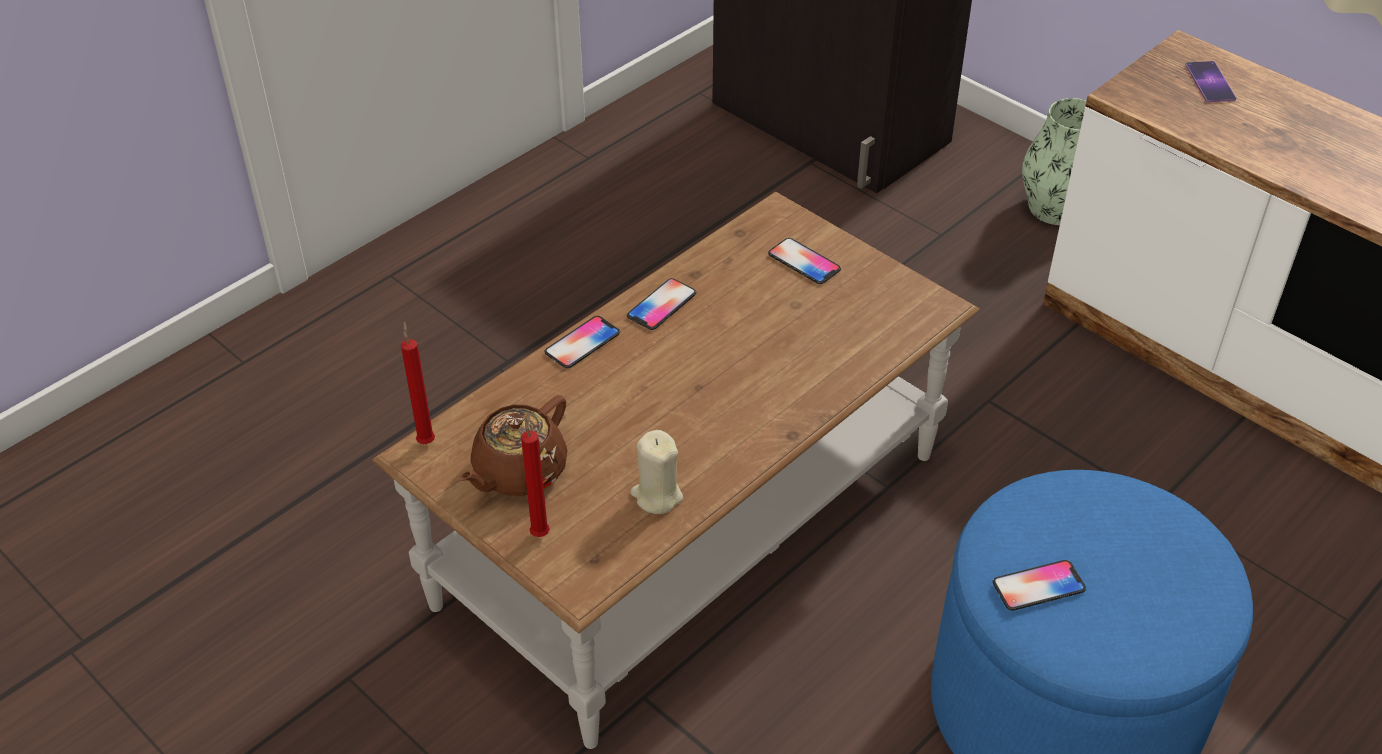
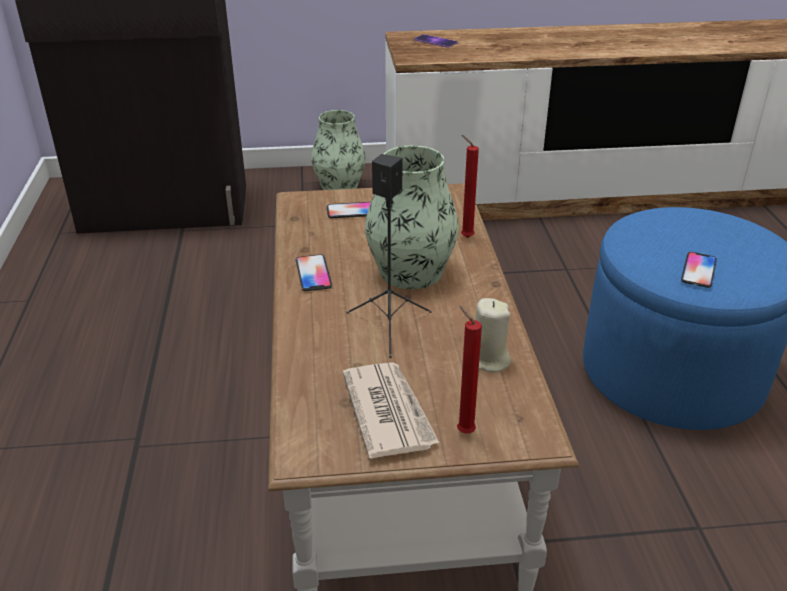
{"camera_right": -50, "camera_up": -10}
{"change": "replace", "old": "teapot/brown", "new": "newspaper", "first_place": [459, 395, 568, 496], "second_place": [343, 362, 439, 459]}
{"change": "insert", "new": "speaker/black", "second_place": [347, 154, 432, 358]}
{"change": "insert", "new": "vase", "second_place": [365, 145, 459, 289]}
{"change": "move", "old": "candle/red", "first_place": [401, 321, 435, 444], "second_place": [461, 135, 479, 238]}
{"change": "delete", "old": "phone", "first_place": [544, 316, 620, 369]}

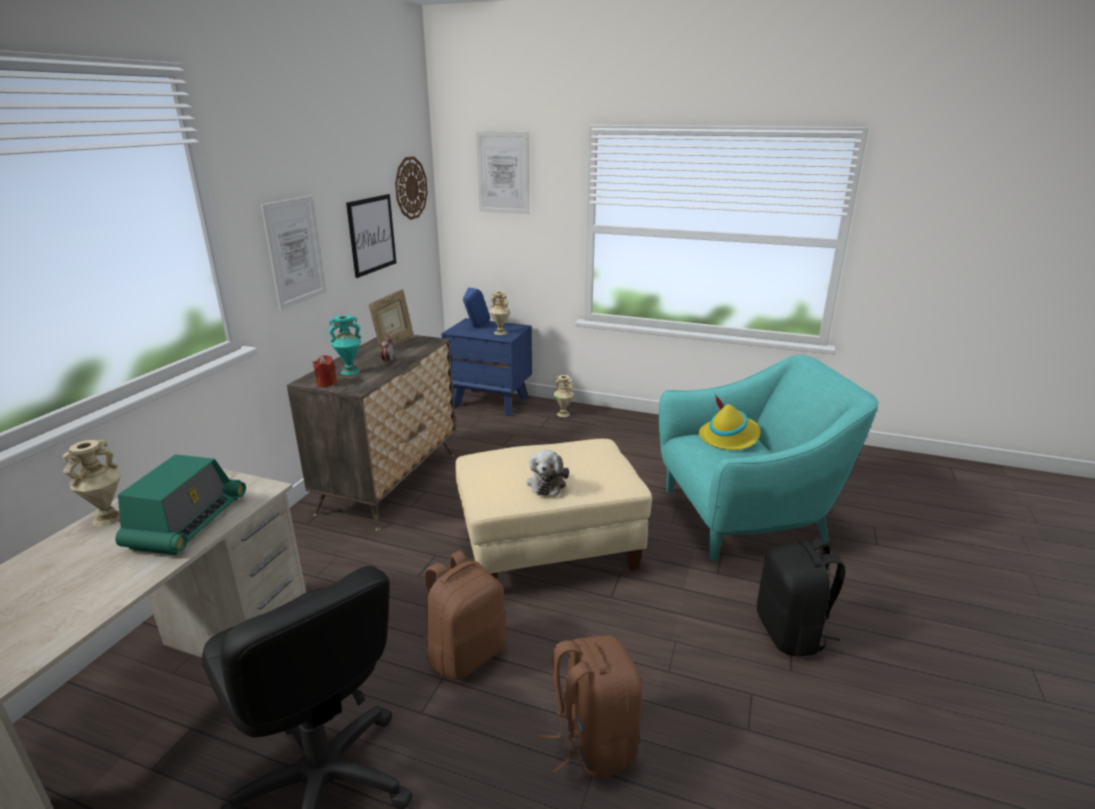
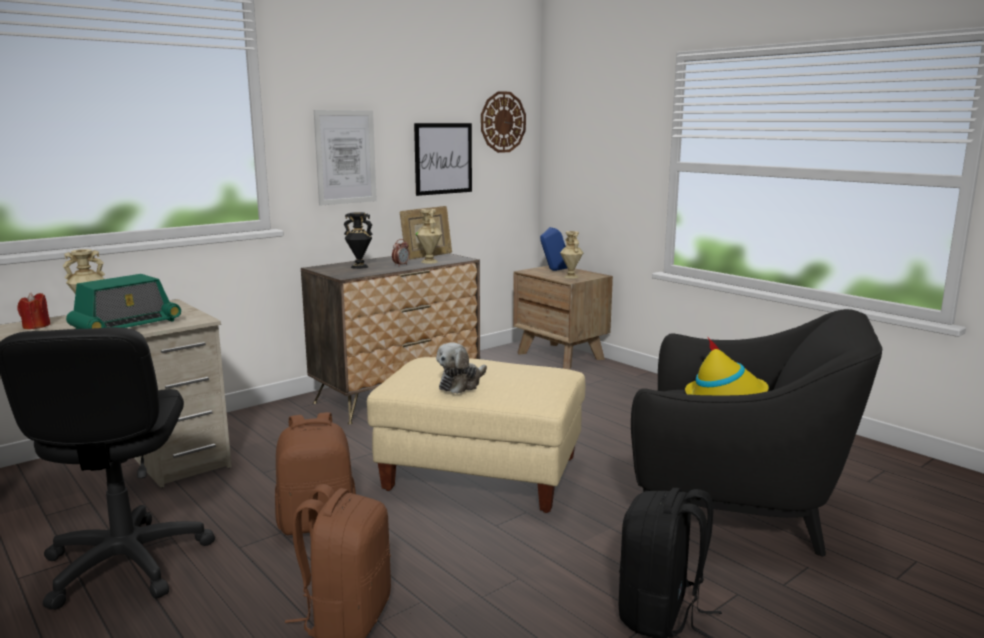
{"camera_right": 30, "camera_up": -10}
{"change": "move", "old": "candle/red", "first_place": [313, 355, 337, 387], "second_place": [17, 293, 50, 329]}
{"change": "recolor", "old": "vase/turquoise", "new": "vase/black", "first_place": [328, 315, 362, 375], "second_place": [343, 212, 372, 269]}
{"change": "move", "old": "vase/beige", "first_place": [553, 375, 574, 417], "second_place": [415, 209, 442, 264]}
{"change": "recolor", "old": "nightstand/blue", "new": "nightstand/brown", "first_place": [441, 318, 532, 416], "second_place": [513, 265, 613, 370]}
{"change": "recolor", "old": "armchair/turquoise", "new": "armchair/black", "first_place": [659, 355, 879, 561], "second_place": [631, 309, 882, 557]}
{"change": "delete", "old": "picture", "first_place": [476, 131, 529, 214]}

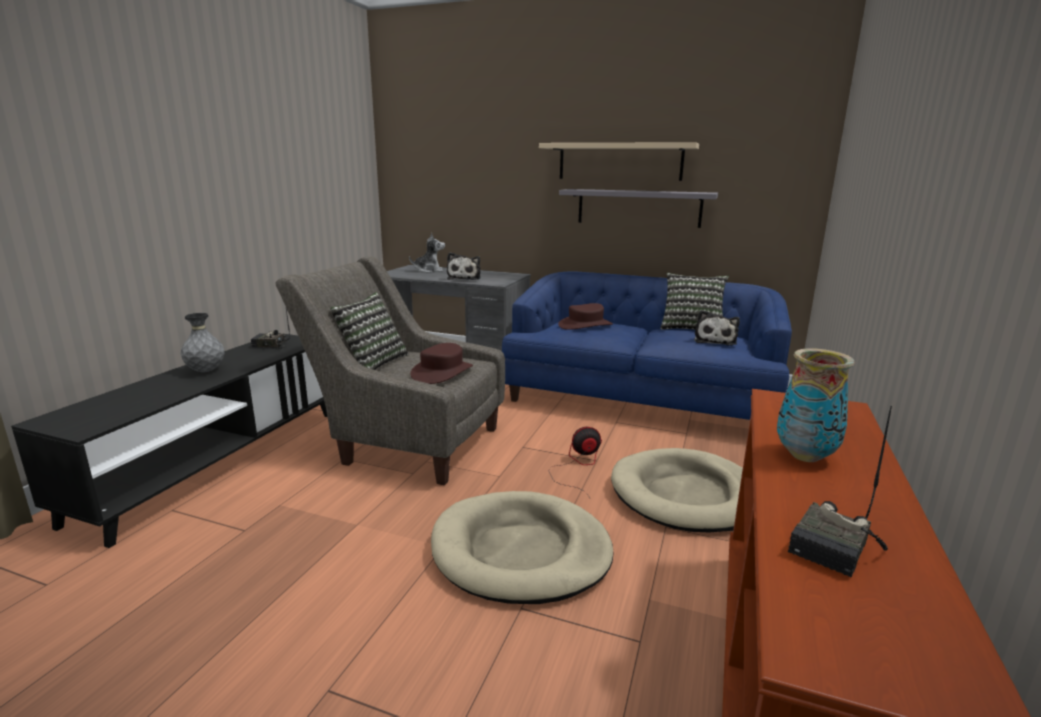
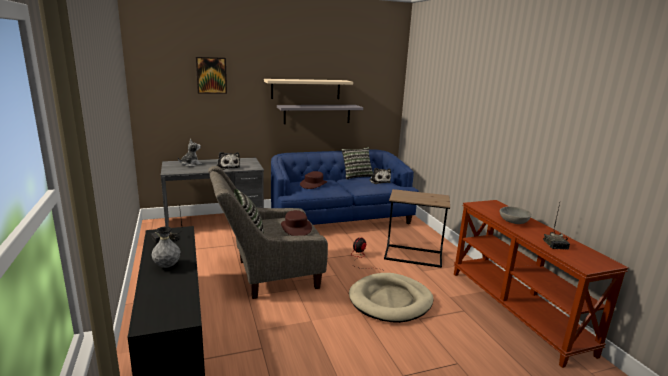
{"camera_right": -40, "camera_up": 0}
{"change": "insert", "new": "picture", "second_place": [196, 57, 227, 94]}
{"change": "replace", "old": "dog bed/beige", "new": "side table/brown", "first_place": [611, 448, 743, 532], "second_place": [384, 189, 450, 268]}
{"change": "replace", "old": "vase", "new": "bowl/grey", "first_place": [777, 348, 855, 462], "second_place": [500, 206, 532, 224]}

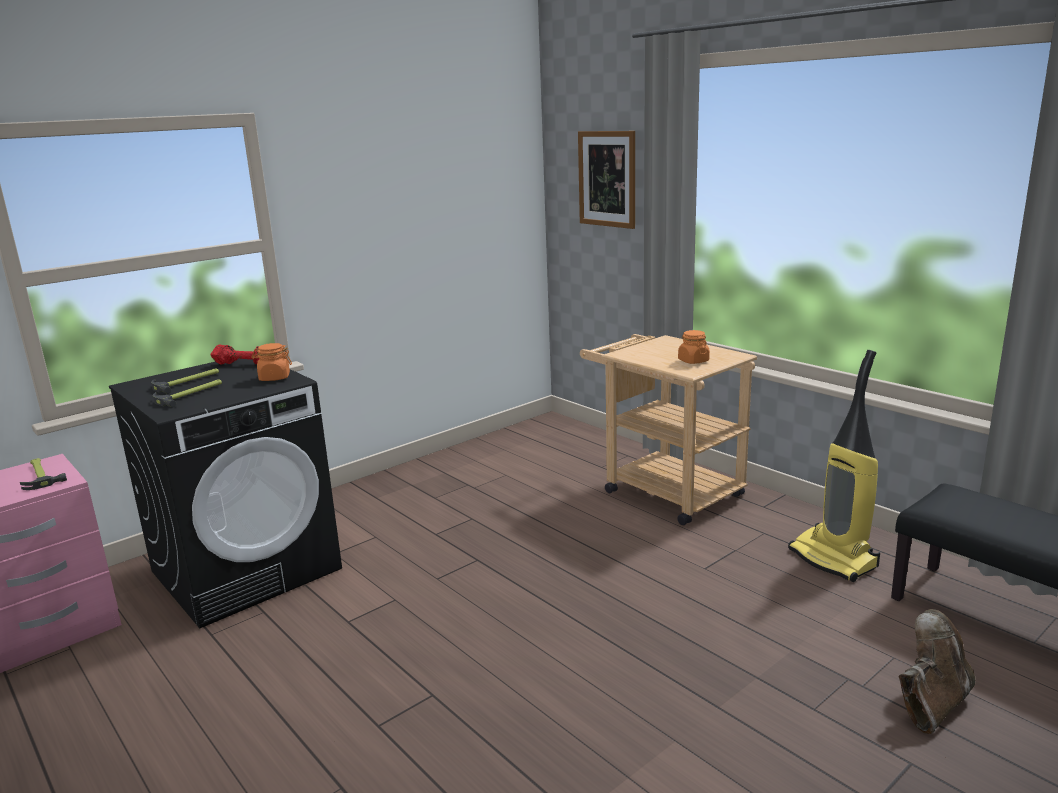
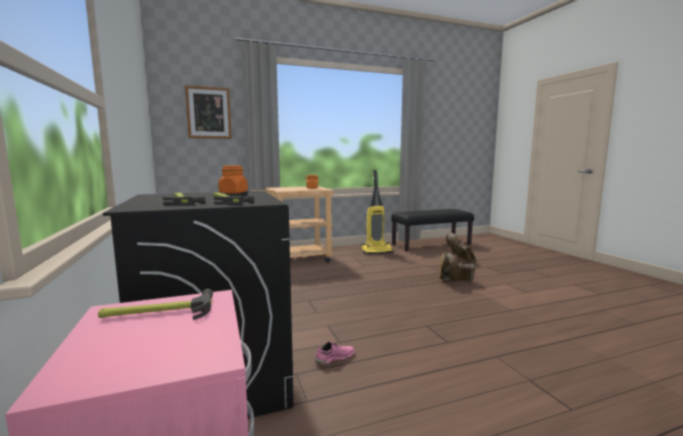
{"camera_right": -70, "camera_up": -10}
{"change": "insert", "new": "shoe/pink", "second_place": [315, 341, 355, 365]}
{"change": "insert", "new": "boot/brown", "second_place": [439, 253, 475, 281]}
{"change": "delete", "old": "dumbbell/red", "first_place": [211, 344, 260, 364]}

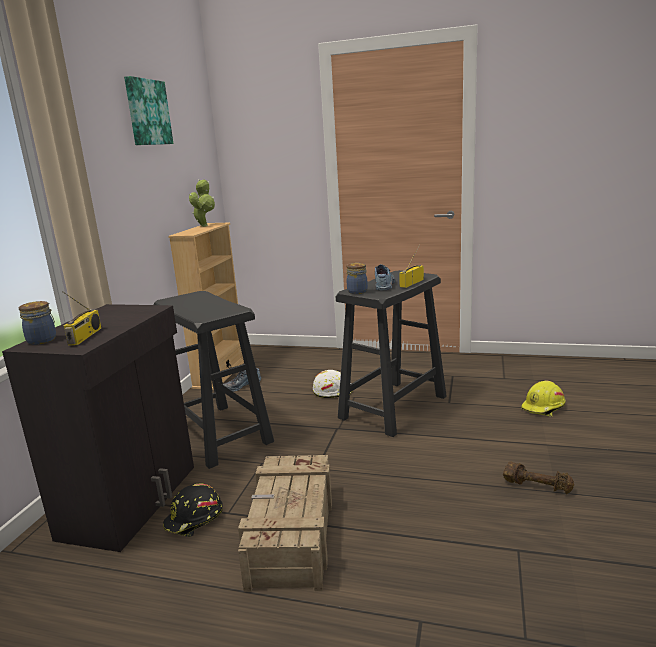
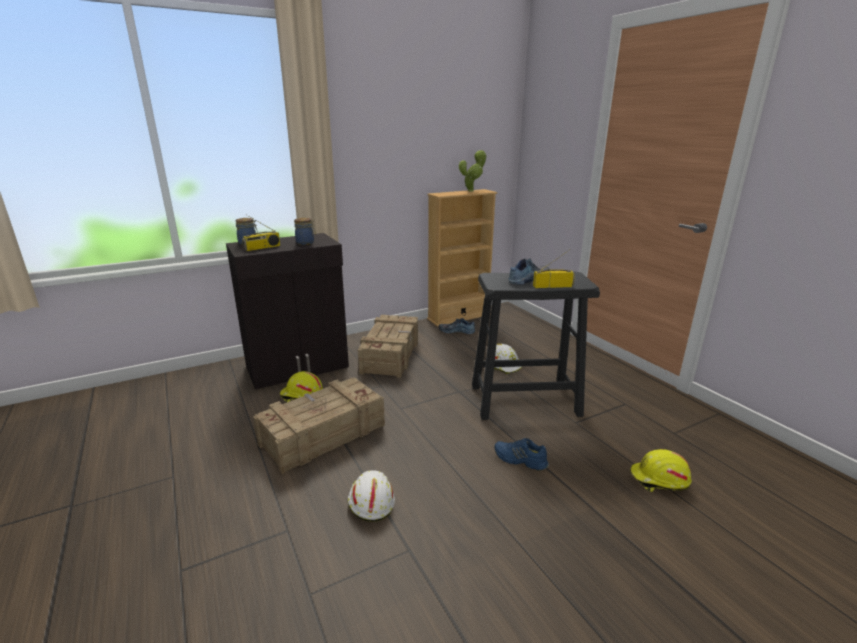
{"camera_right": 45, "camera_up": 5}
{"change": "recolor", "old": "hard hat/black", "new": "hard hat/yellow", "first_place": [163, 483, 223, 537], "second_place": [280, 371, 323, 402]}
{"change": "move", "old": "jar", "first_place": [347, 263, 368, 294], "second_place": [294, 218, 316, 245]}
{"change": "insert", "new": "hard hat/white", "second_place": [348, 470, 395, 522]}
{"change": "replace", "old": "stool/black", "new": "crate", "first_place": [153, 291, 274, 469], "second_place": [358, 315, 418, 378]}
{"change": "insert", "new": "shoe/blue", "second_place": [494, 438, 549, 471]}
{"change": "delete", "old": "picture", "first_place": [124, 76, 173, 145]}
{"change": "delete", "old": "dumbbell/brown", "first_place": [503, 461, 574, 494]}

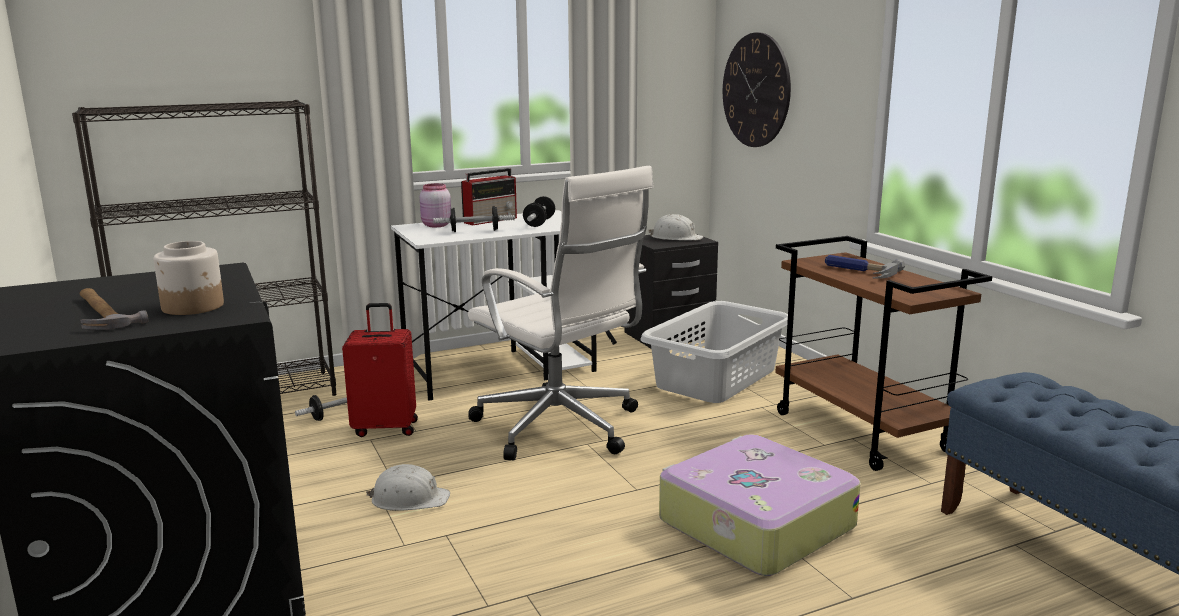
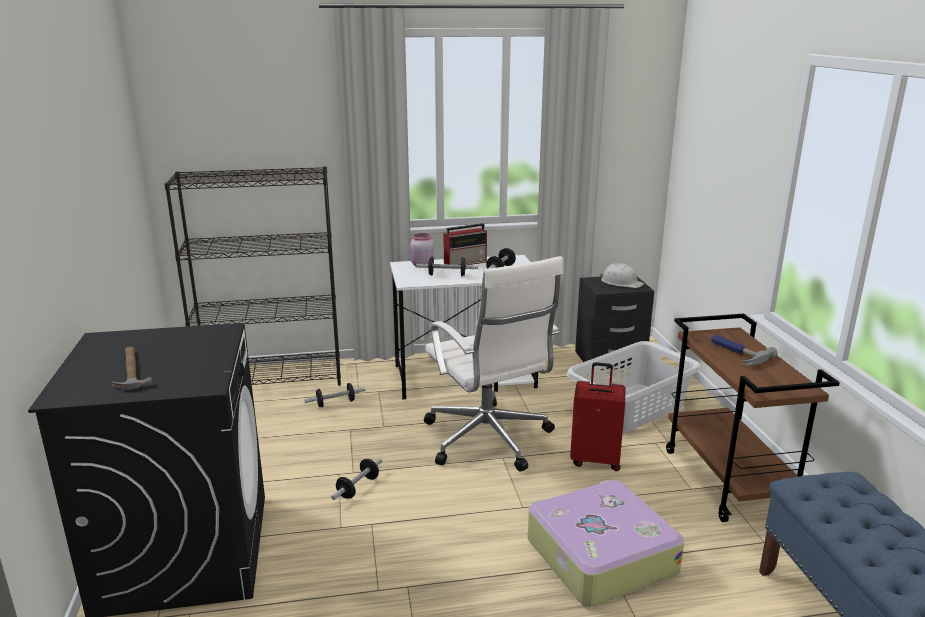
{"camera_right": 15, "camera_up": 5}
{"change": "replace", "old": "hard hat/white", "new": "dumbbell", "first_place": [366, 464, 450, 511], "second_place": [331, 458, 382, 500]}
{"change": "move", "old": "suitcase/red", "first_place": [342, 303, 418, 437], "second_place": [570, 362, 626, 471]}
{"change": "delete", "old": "jar", "first_place": [153, 241, 224, 315]}
{"change": "delete", "old": "wall clock", "first_place": [723, 32, 791, 147]}

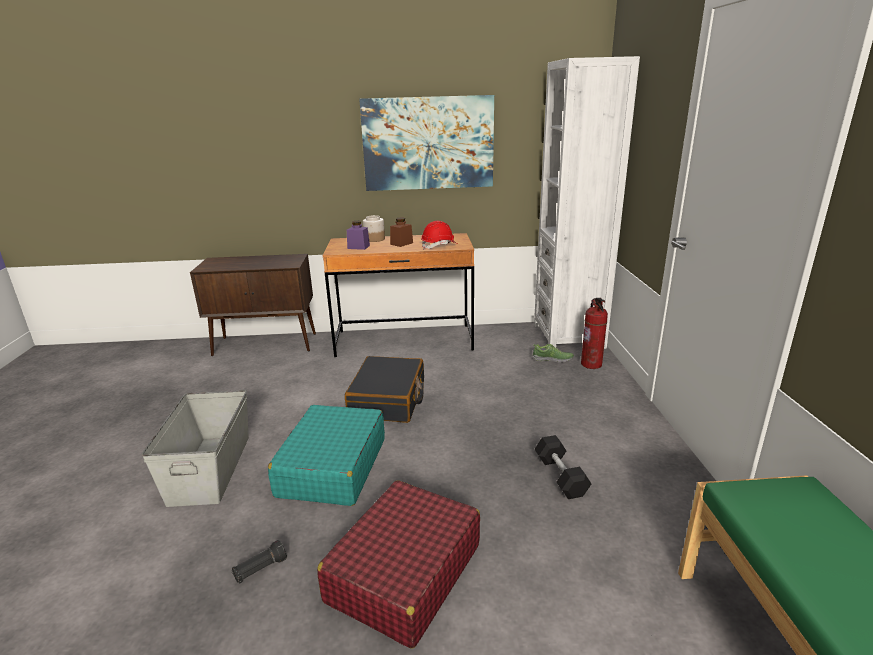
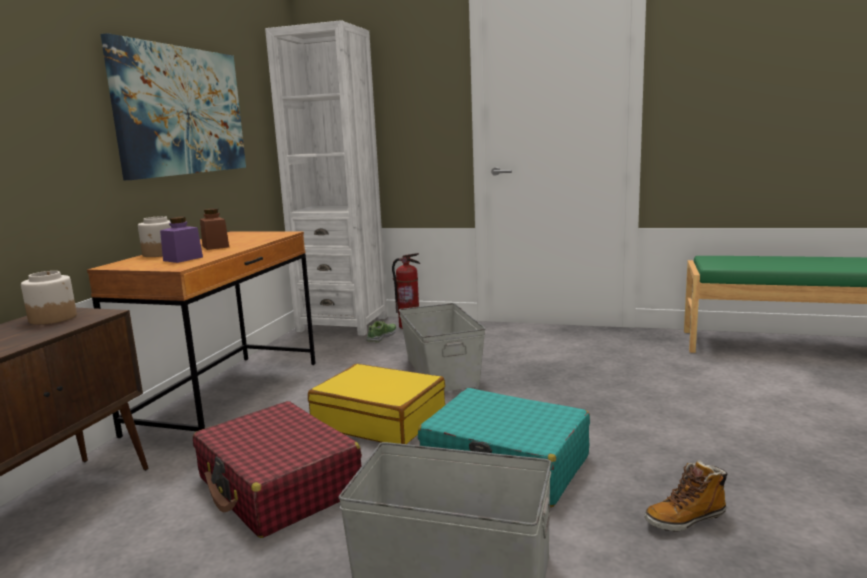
{"camera_right": -70, "camera_up": -10}
{"change": "insert", "new": "jar", "second_place": [21, 271, 77, 325]}
{"change": "move", "old": "suitcase/red", "first_place": [317, 480, 480, 649], "second_place": [193, 401, 362, 538]}
{"change": "recolor", "old": "suitcase/black", "new": "suitcase/yellow", "first_place": [345, 356, 424, 423], "second_place": [308, 364, 445, 444]}
{"change": "insert", "new": "storage box/grey", "second_place": [399, 303, 486, 392]}
{"change": "replace", "old": "flashlight/black", "new": "boot", "first_place": [232, 540, 287, 584], "second_place": [644, 460, 727, 532]}
{"change": "delete", "old": "hard hat/red", "first_place": [421, 221, 457, 249]}
{"change": "delete", "old": "dumbbell/black", "first_place": [535, 435, 591, 499]}

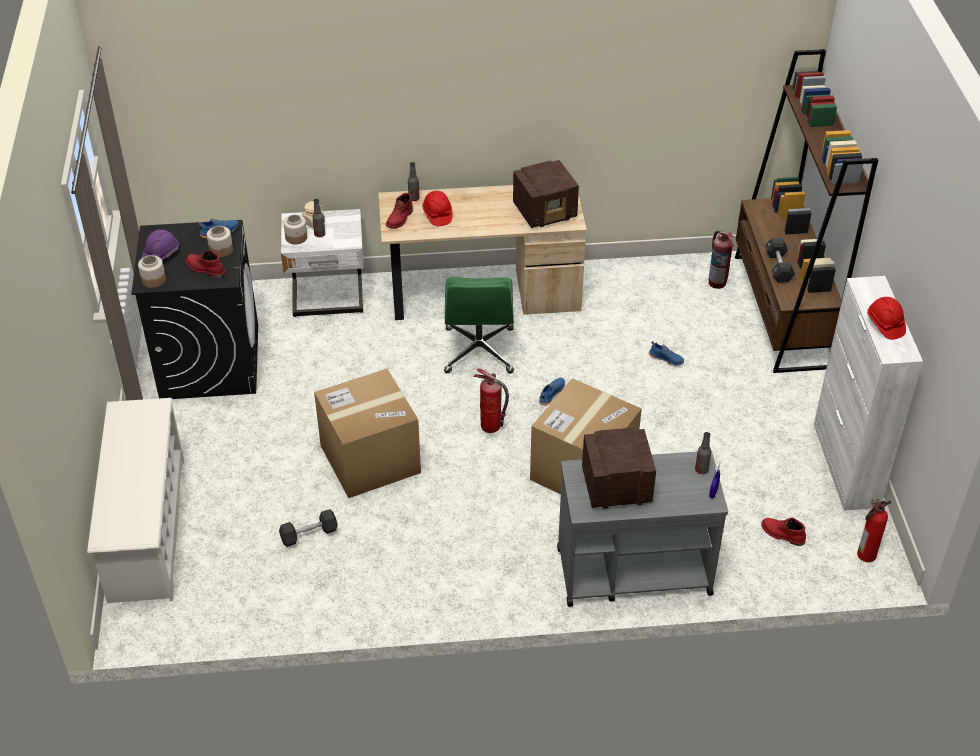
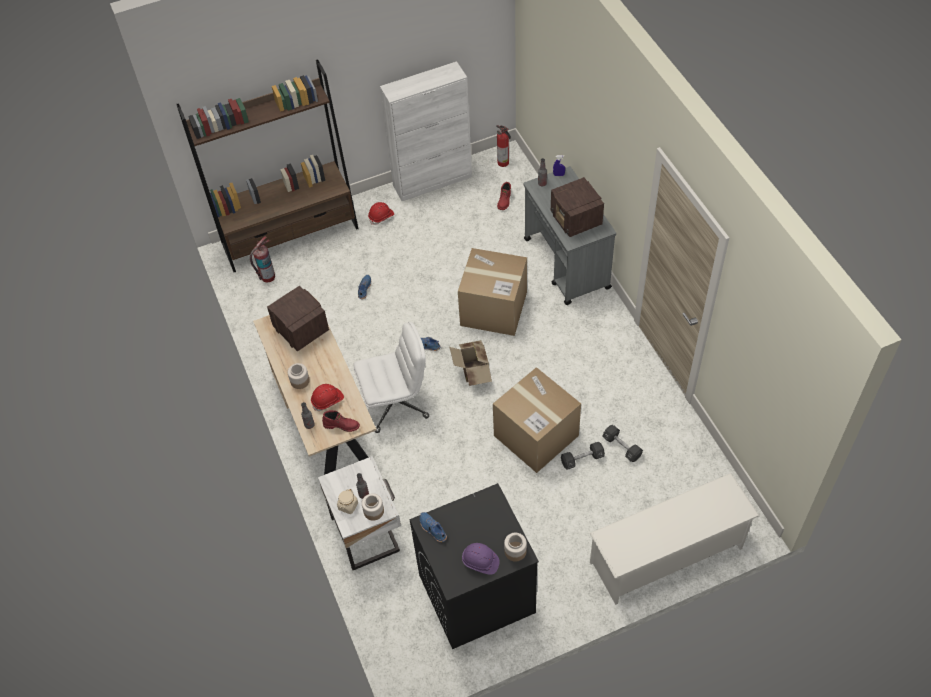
{"camera_right": -105, "camera_up": 10}
{"change": "move", "old": "jar", "first_place": [207, 226, 233, 258], "second_place": [288, 363, 310, 389]}
{"change": "recolor", "old": "office chair/green", "new": "office chair/white", "first_place": [444, 277, 514, 374], "second_place": [353, 322, 429, 433]}
{"change": "move", "old": "hard hat/red", "first_place": [867, 297, 906, 340], "second_place": [368, 202, 394, 225]}
{"change": "replace", "old": "fire extinguisher", "new": "cardboard box", "first_place": [474, 368, 509, 433], "second_place": [449, 340, 492, 386]}
{"change": "move", "old": "dumbbell/black", "first_place": [765, 238, 795, 283], "second_place": [561, 442, 605, 469]}
{"change": "delete", "old": "boot/red", "first_place": [186, 250, 225, 278]}

